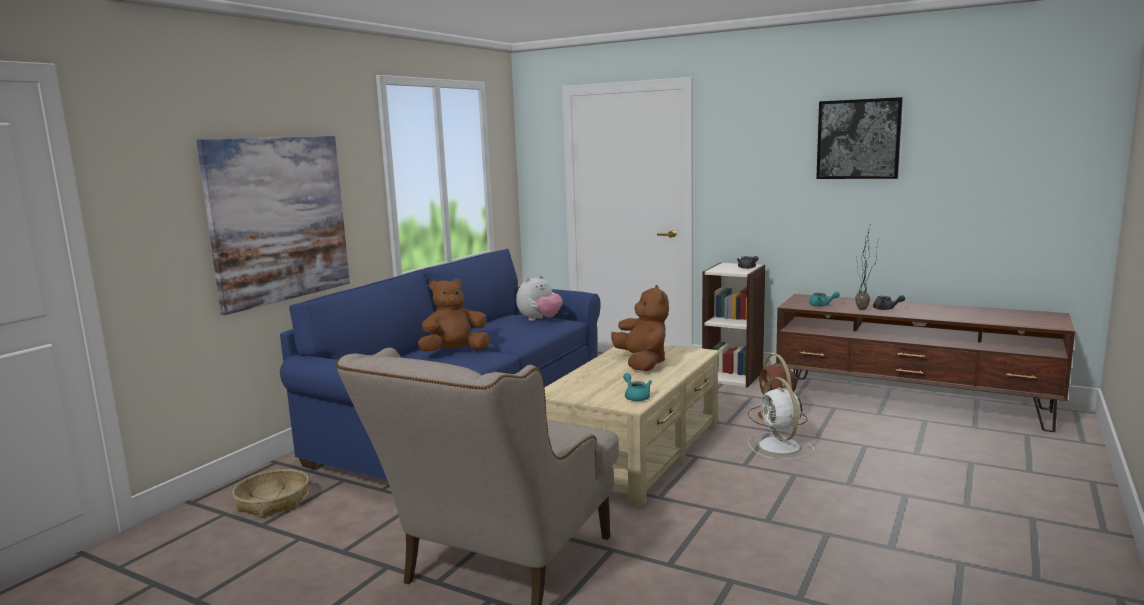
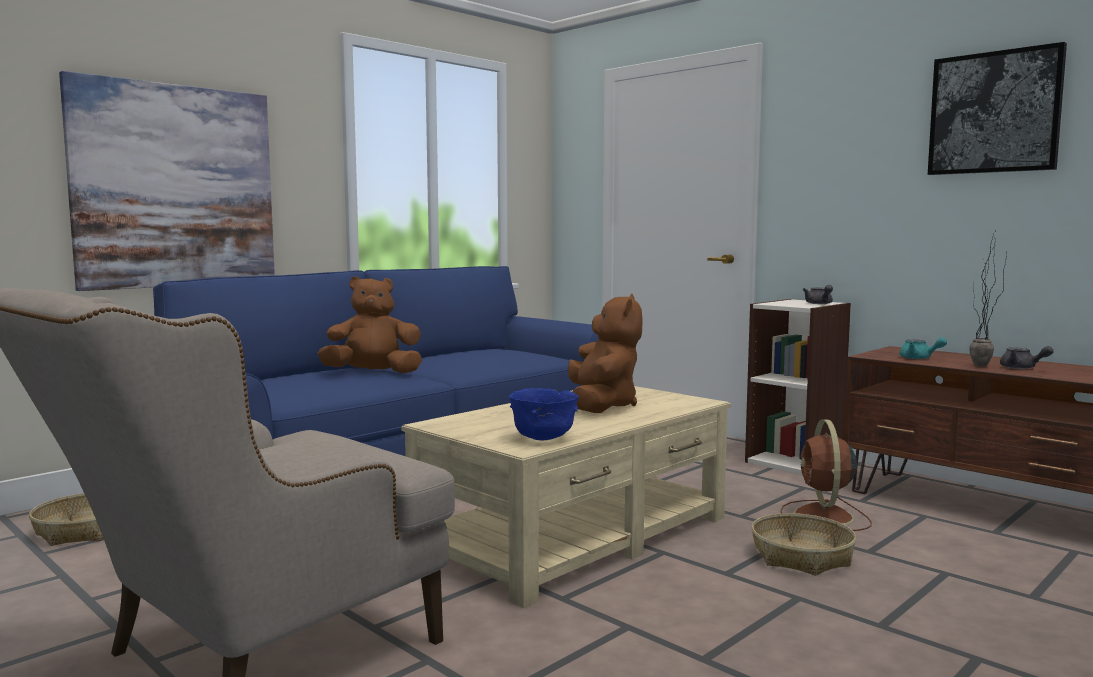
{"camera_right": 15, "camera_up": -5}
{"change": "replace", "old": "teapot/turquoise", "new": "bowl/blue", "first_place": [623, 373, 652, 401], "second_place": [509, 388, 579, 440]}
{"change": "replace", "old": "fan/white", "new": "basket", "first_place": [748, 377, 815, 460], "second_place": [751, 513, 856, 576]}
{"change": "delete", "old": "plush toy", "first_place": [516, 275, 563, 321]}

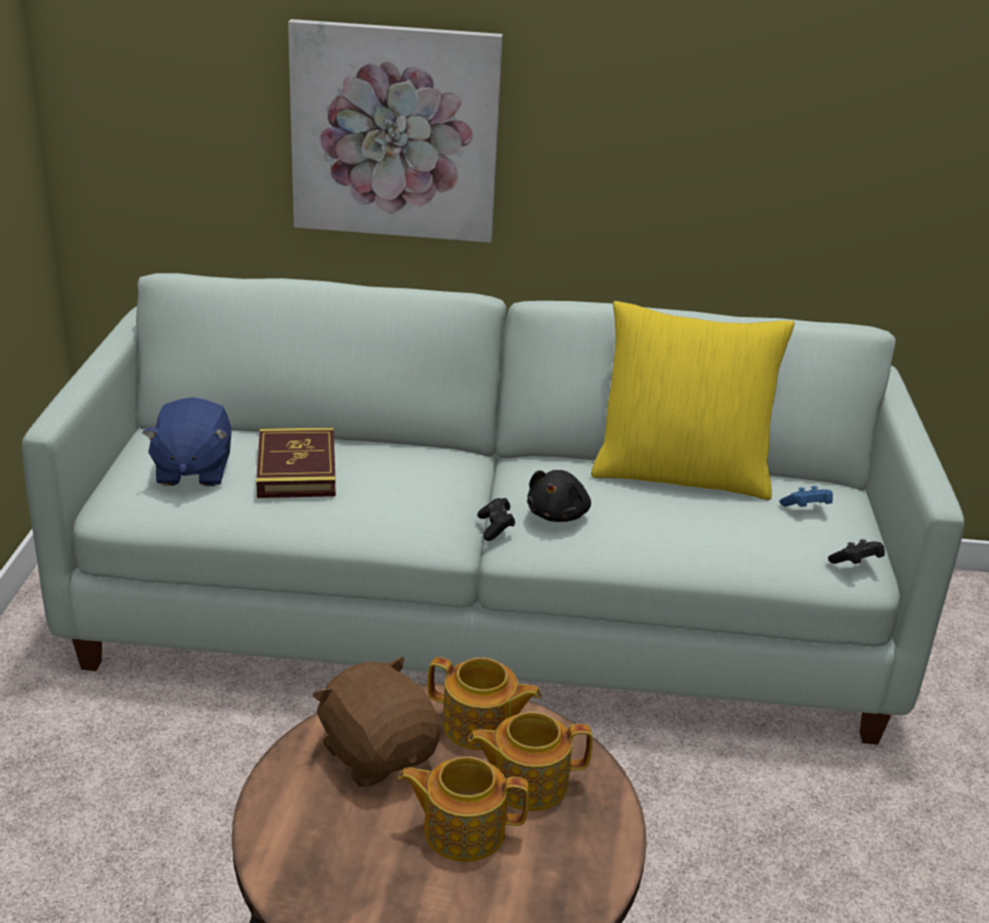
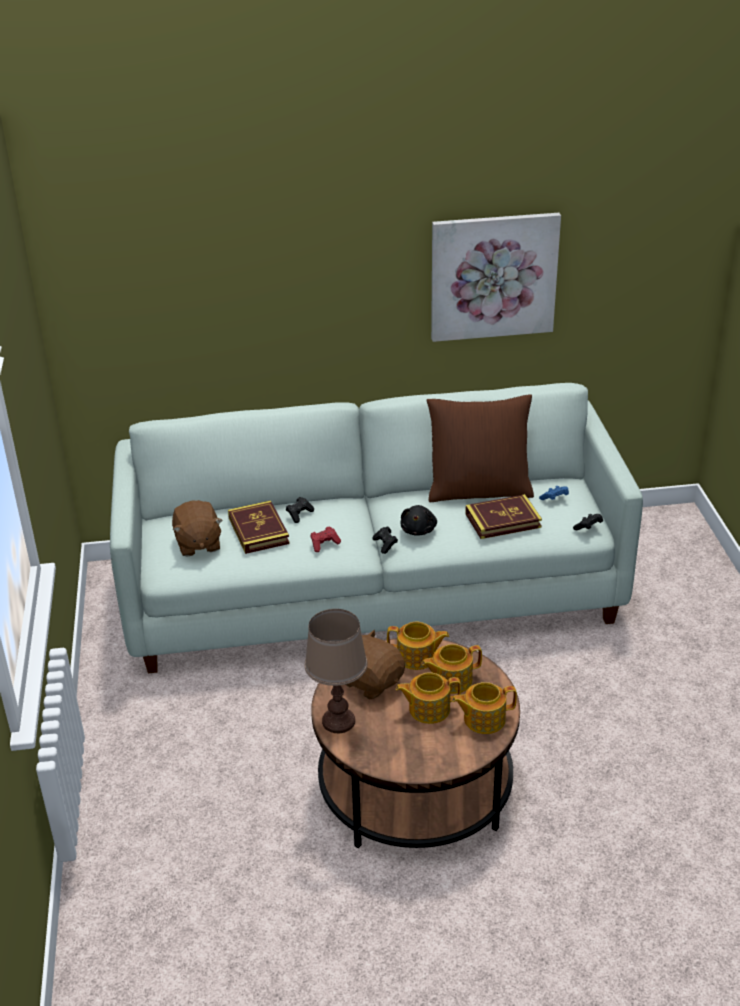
{"camera_right": -10, "camera_up": 5}
{"change": "recolor", "old": "plush toy/blue", "new": "plush toy/brown", "first_place": [142, 397, 231, 486], "second_place": [172, 500, 223, 556]}
{"change": "insert", "new": "game controller/black", "second_place": [286, 497, 314, 523]}
{"change": "insert", "new": "table lamp/brown", "second_place": [305, 609, 367, 733]}
{"change": "insert", "new": "game controller/red", "second_place": [310, 526, 341, 552]}
{"change": "recolor", "old": "pillow/yellow", "new": "pillow/brown", "first_place": [591, 301, 795, 500], "second_place": [427, 394, 534, 502]}
{"change": "move", "old": "picture", "first_place": [288, 19, 503, 243], "second_place": [431, 213, 561, 342]}
{"change": "insert", "new": "teapot", "second_place": [452, 682, 517, 734]}
{"change": "insert", "new": "book", "second_place": [465, 494, 542, 539]}

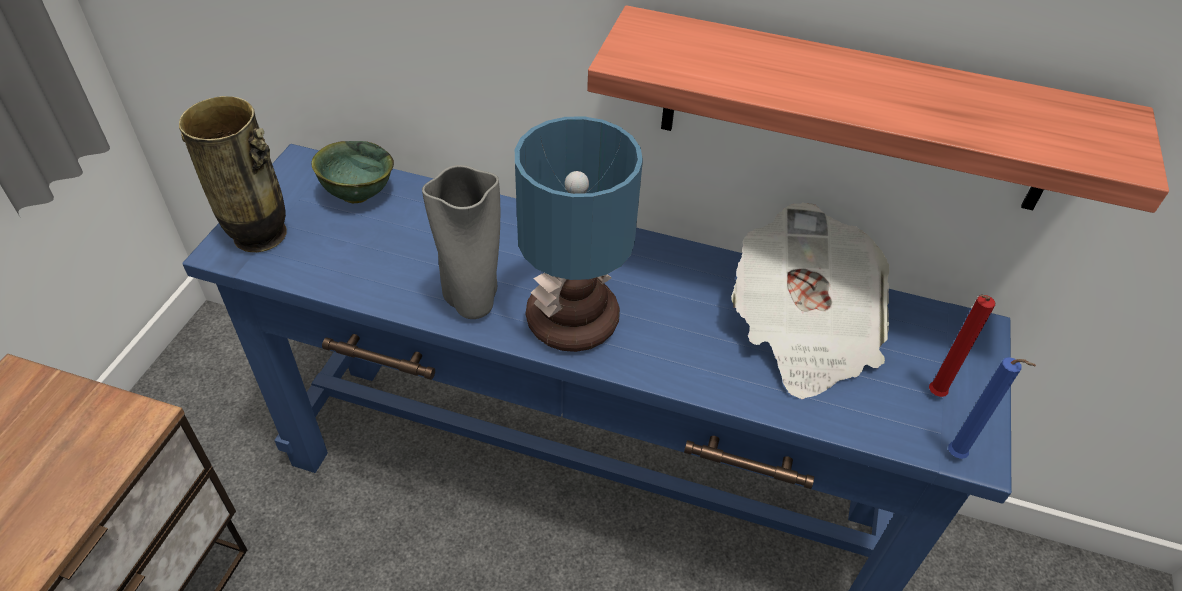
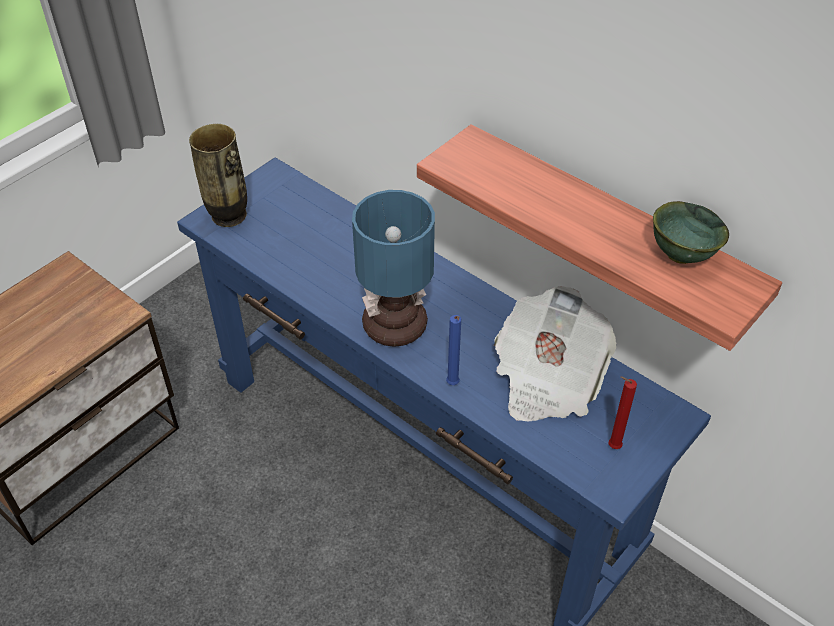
{"camera_right": 25, "camera_up": 0}
{"change": "move", "old": "candle/blue", "first_place": [948, 357, 1036, 459], "second_place": [446, 315, 461, 385]}
{"change": "move", "old": "bowl/green", "first_place": [312, 141, 394, 203], "second_place": [653, 201, 729, 264]}
{"change": "delete", "old": "vase/grey", "first_place": [422, 165, 500, 319]}

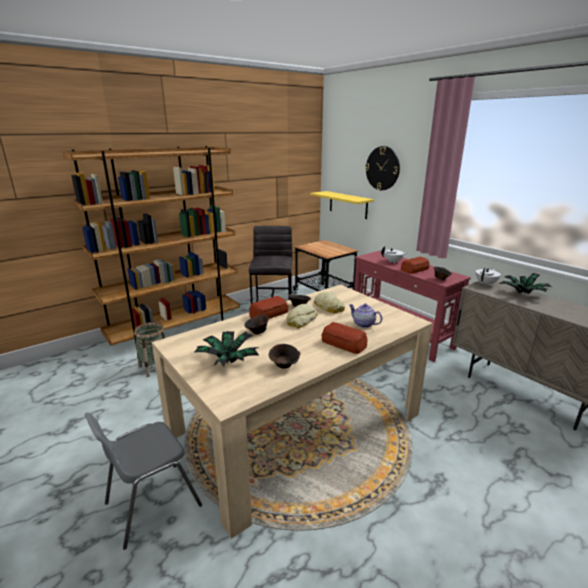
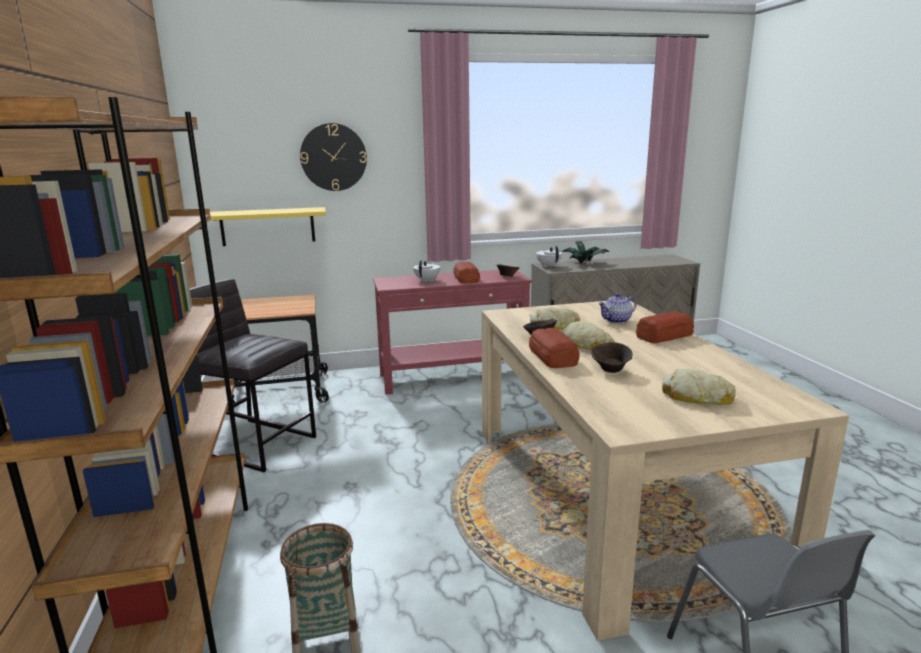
{"camera_right": -65, "camera_up": -5}
{"change": "replace", "old": "potted plant", "new": "bread", "first_place": [195, 331, 259, 367], "second_place": [662, 369, 736, 405]}
{"change": "delete", "old": "bowl/brown", "first_place": [269, 344, 300, 369]}

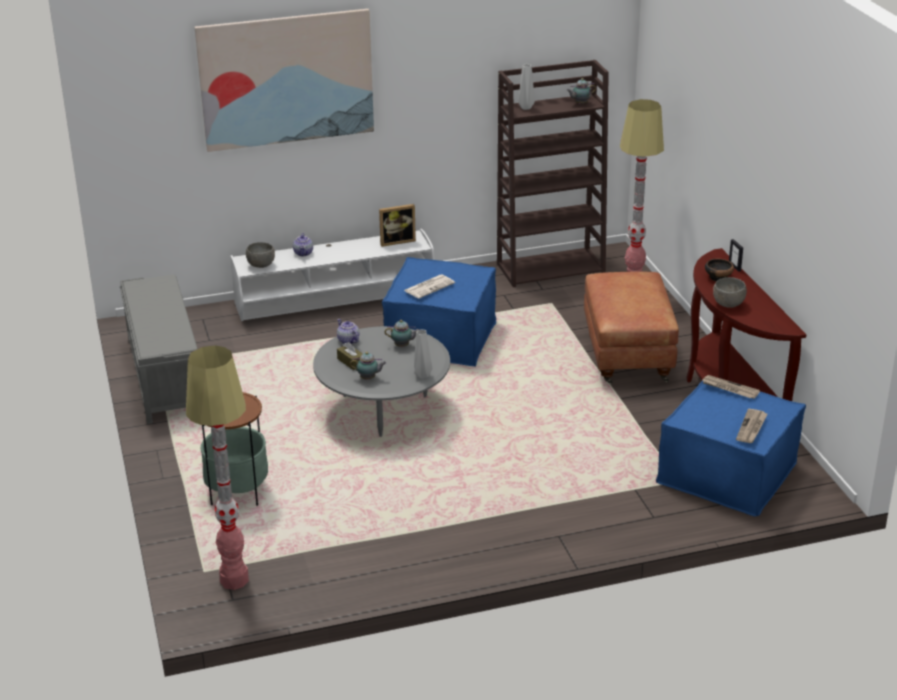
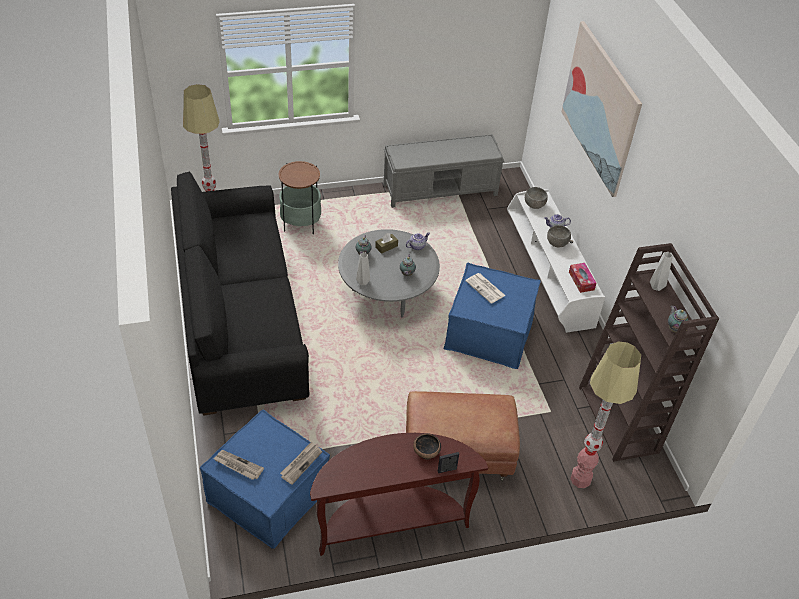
{"camera_right": 90, "camera_up": 15}
{"change": "insert", "new": "sofa/black", "second_place": [171, 171, 309, 415]}
{"change": "move", "old": "bowl/grey", "first_place": [713, 277, 747, 308], "second_place": [547, 225, 571, 247]}
{"change": "replace", "old": "picture frame", "new": "tissue box", "first_place": [379, 204, 416, 247], "second_place": [569, 263, 597, 293]}

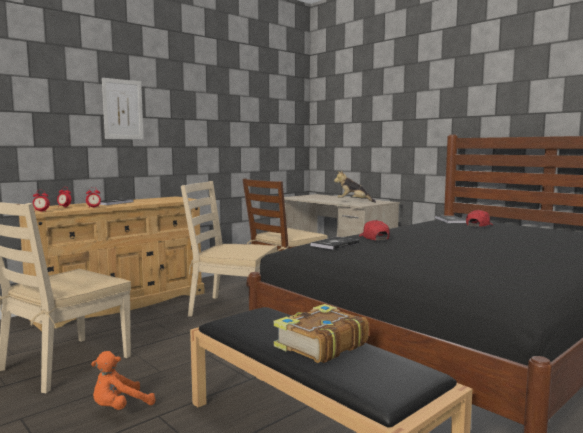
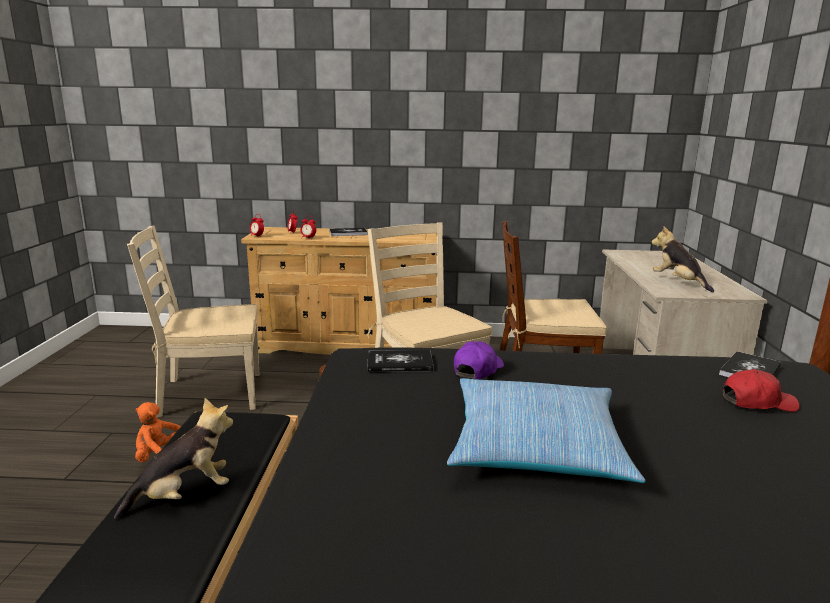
{"camera_right": 45, "camera_up": 10}
{"change": "replace", "old": "book", "new": "plush toy", "first_place": [274, 304, 369, 363], "second_place": [114, 398, 233, 519]}
{"change": "insert", "new": "pillow", "second_place": [447, 378, 646, 483]}
{"change": "recolor", "old": "cap/red", "new": "cap/purple", "first_place": [359, 220, 390, 240], "second_place": [454, 341, 504, 379]}
{"change": "delete", "old": "picture", "first_place": [102, 78, 144, 140]}

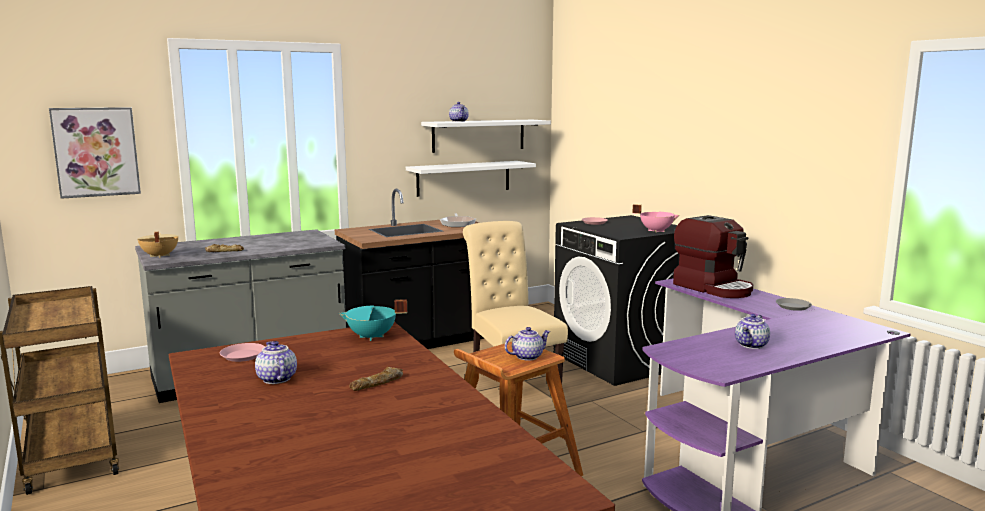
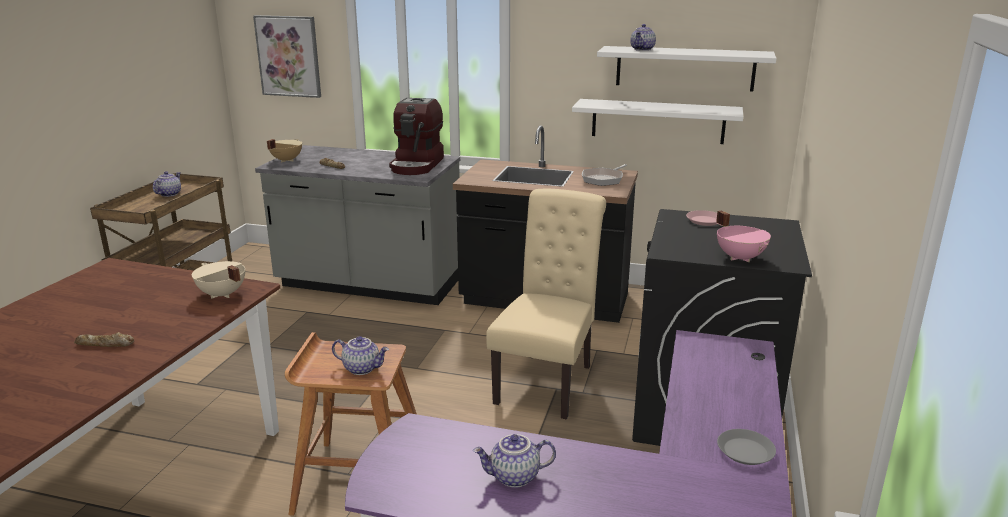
{"camera_right": 45, "camera_up": 10}
{"change": "move", "old": "teapot", "first_place": [255, 341, 297, 384], "second_place": [153, 171, 181, 197]}
{"change": "recolor", "old": "cooking pot/turquoise", "new": "cooking pot/beige", "first_place": [338, 299, 407, 341], "second_place": [192, 261, 245, 299]}
{"change": "move", "old": "coffee machine", "first_place": [673, 215, 753, 298], "second_place": [389, 98, 444, 175]}
{"change": "delete", "old": "plate/pink", "first_place": [220, 343, 265, 362]}

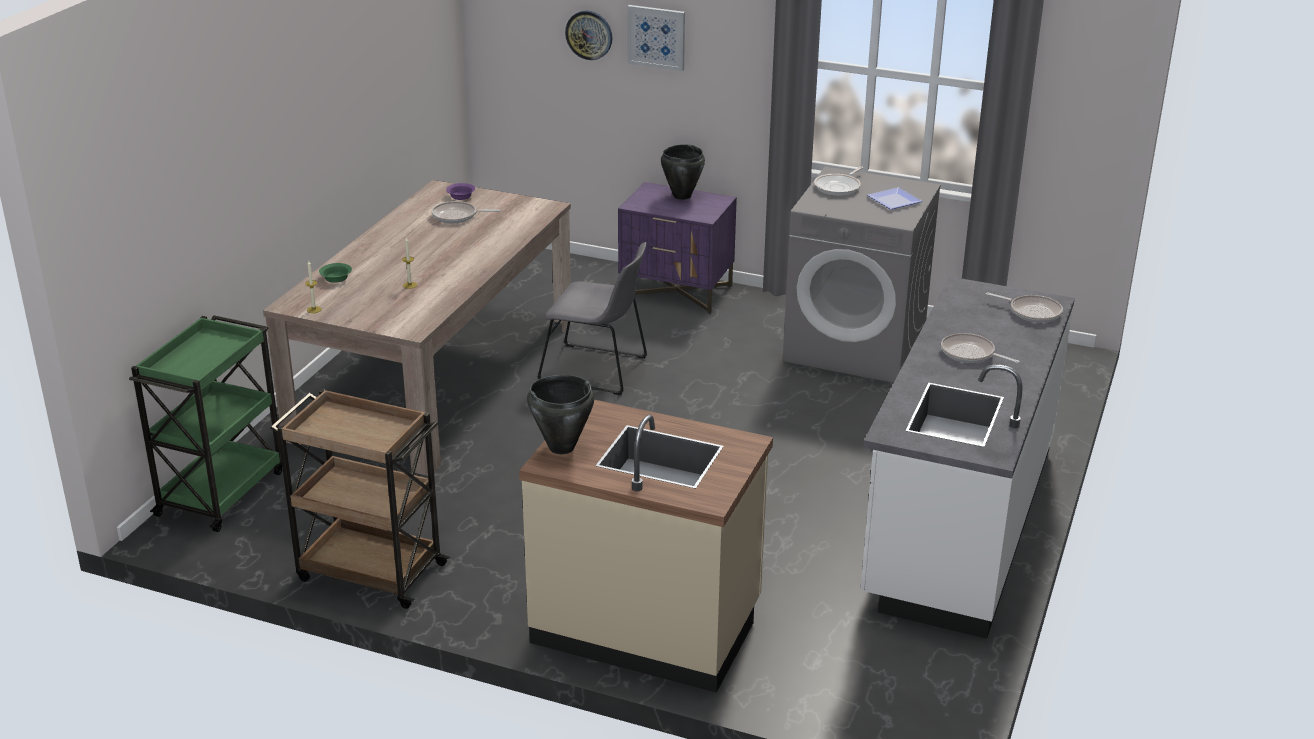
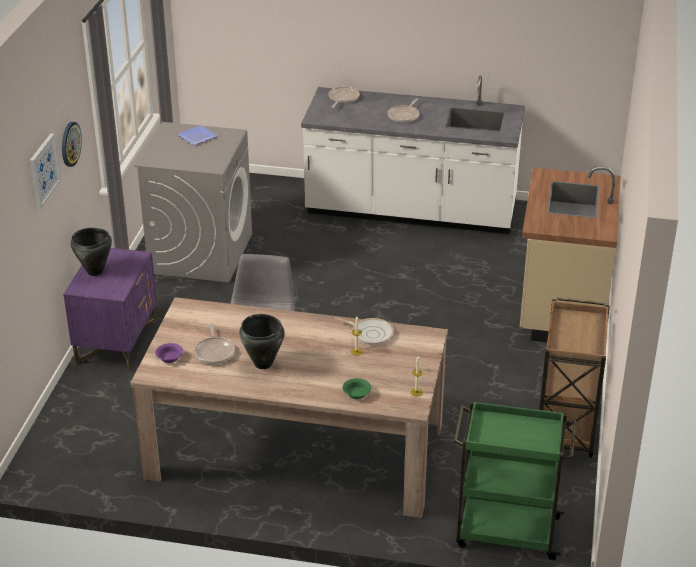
{"camera_right": -100, "camera_up": 5}
{"change": "move", "old": "wall clock", "first_place": [565, 10, 612, 60], "second_place": [62, 122, 82, 167]}
{"change": "move", "old": "cooking pot/black", "first_place": [527, 375, 595, 454], "second_place": [239, 314, 285, 369]}
{"change": "move", "old": "frying pan", "first_place": [814, 167, 863, 196], "second_place": [335, 317, 394, 345]}

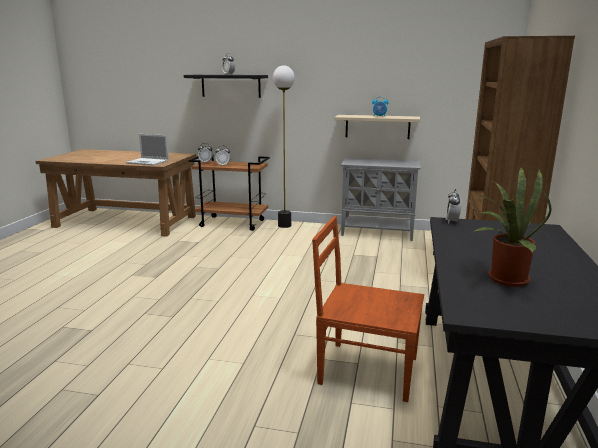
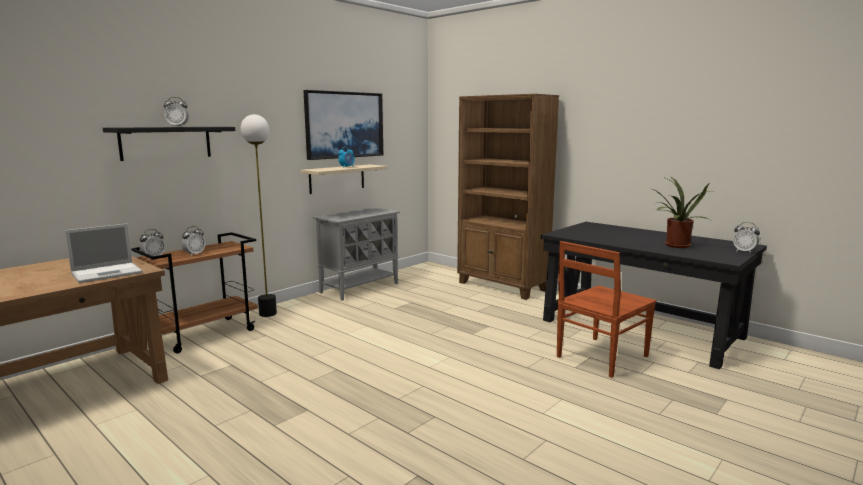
{"camera_right": -60, "camera_up": -5}
{"change": "insert", "new": "picture", "second_place": [303, 90, 383, 160]}
{"change": "move", "old": "alarm clock", "first_place": [446, 189, 462, 224], "second_place": [733, 222, 760, 254]}

